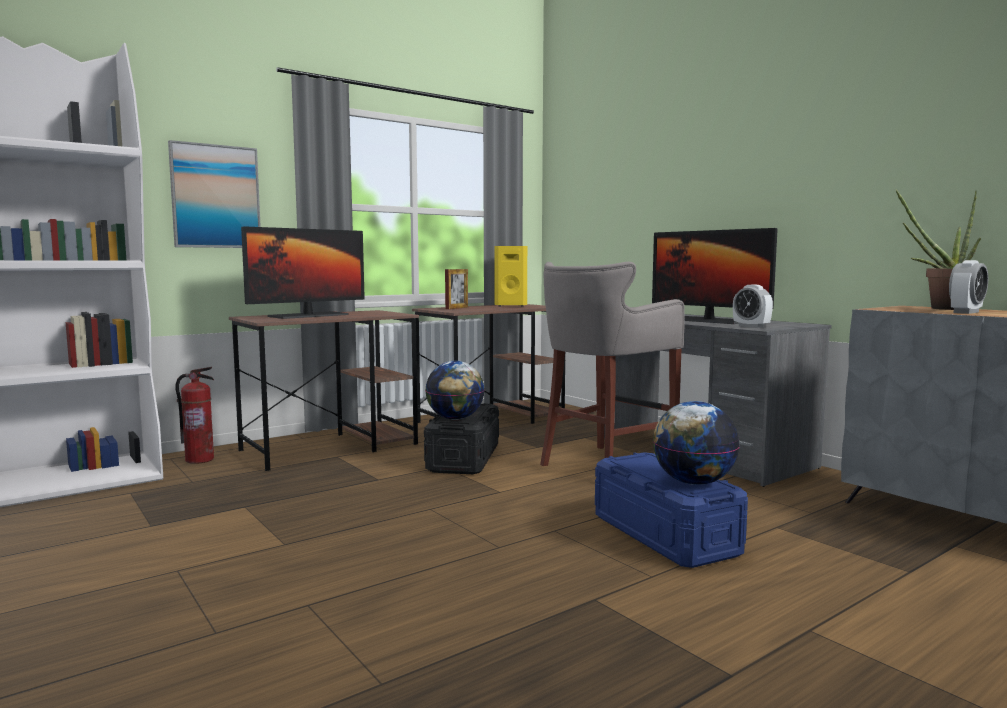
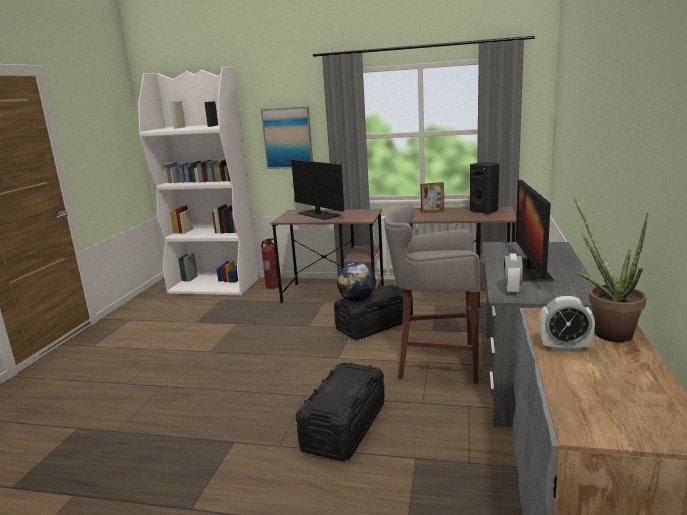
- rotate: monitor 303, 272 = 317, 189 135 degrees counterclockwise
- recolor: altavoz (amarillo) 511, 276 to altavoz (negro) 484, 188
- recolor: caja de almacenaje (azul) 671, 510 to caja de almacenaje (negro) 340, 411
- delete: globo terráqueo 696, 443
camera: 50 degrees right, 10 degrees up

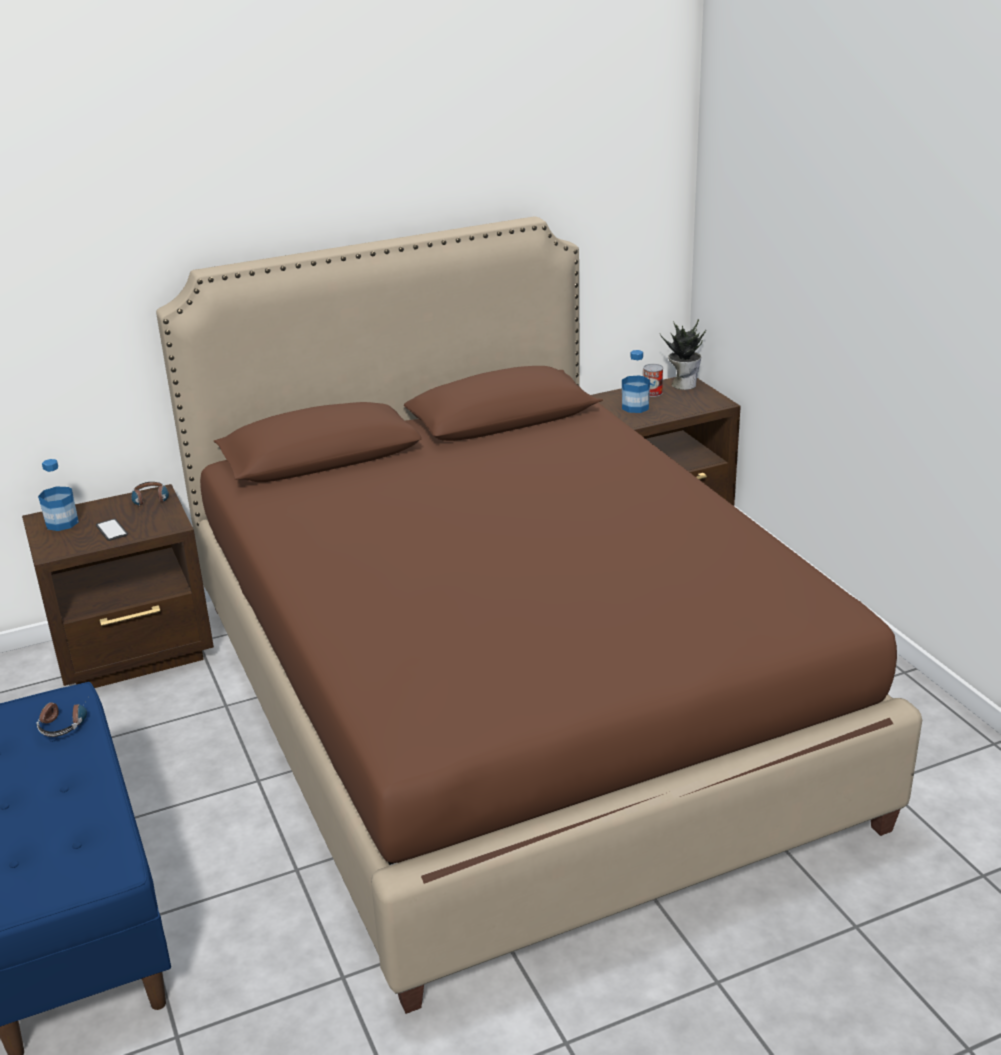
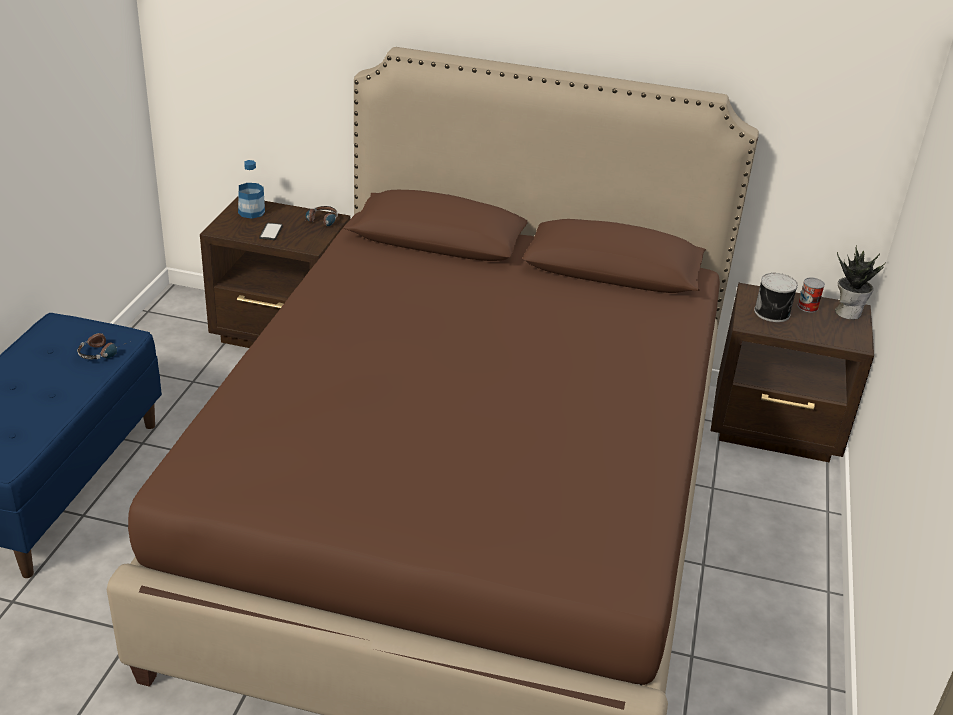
- replace: botella 636, 381 to lata 776, 297
camera: 35 degrees right, 5 degrees up

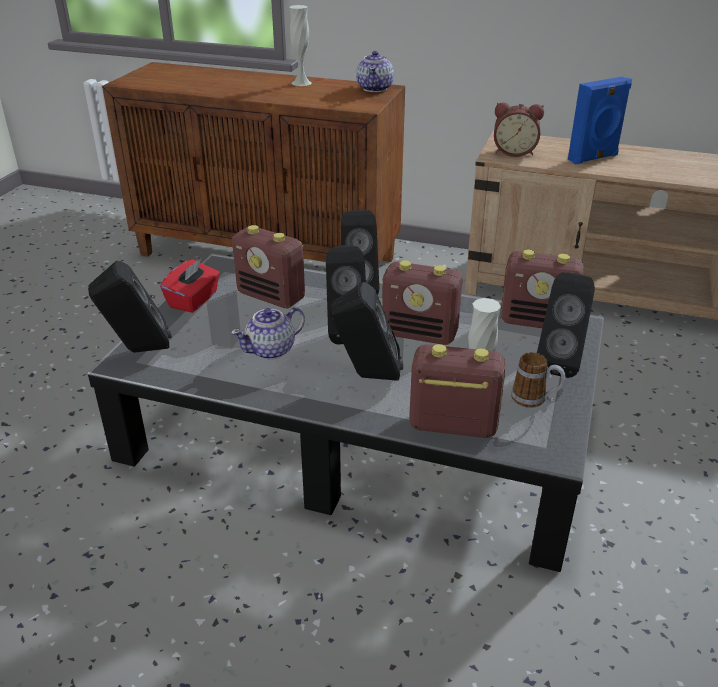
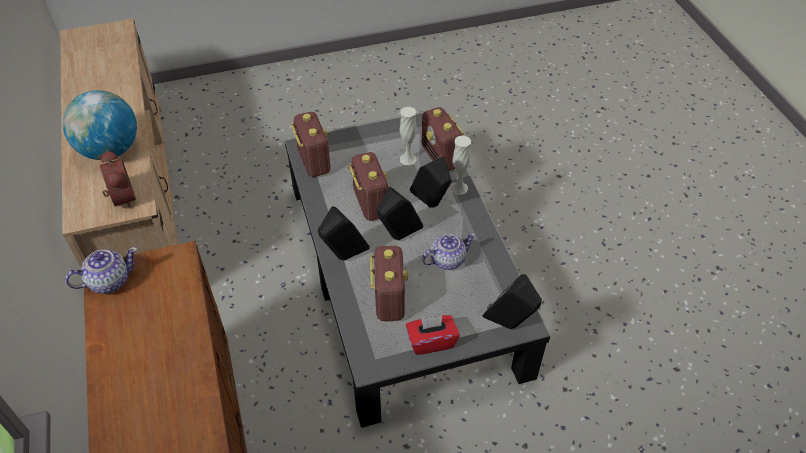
- rotate: tetera 268, 333 = 448, 251 45 degrees counterclockwise
- move: florero (blanco) 301, 45 to 460, 165
- delete: taza grande 538, 380
- delete: altavoz (negro) 566, 325
- replace: altavoz (azul) 600, 120 to globo terráqueo 100, 125
camera: 125 degrees left, 15 degrees up

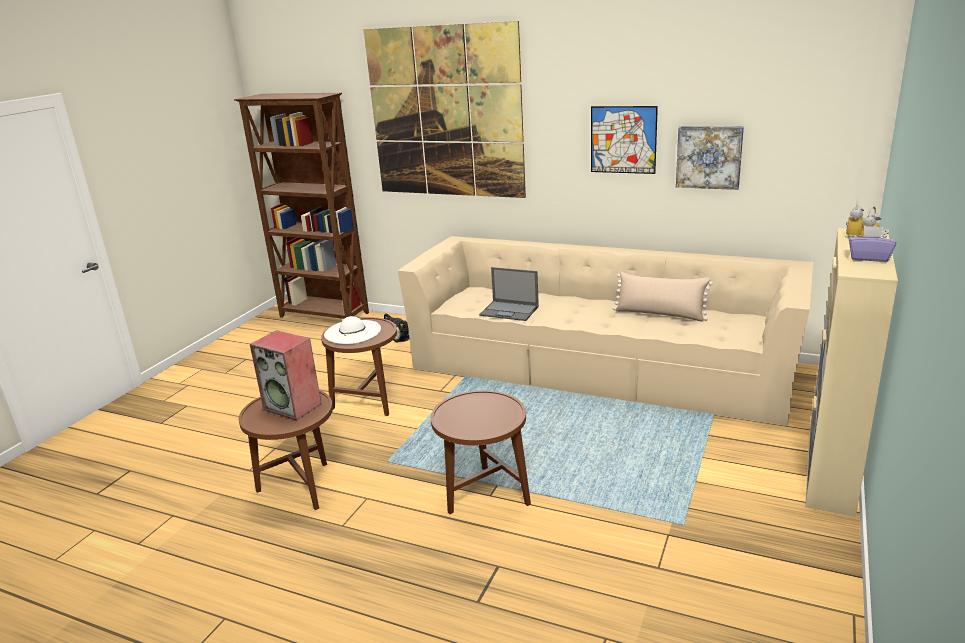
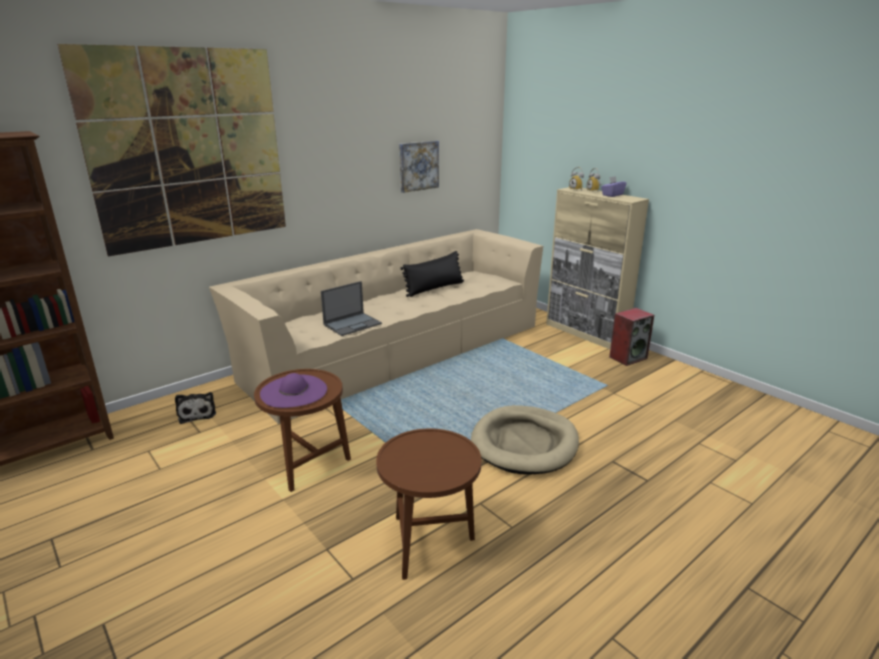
- move: altavoz 285, 375 to 631, 337
- recolor: sombrero (blanco) 352, 330 to sombrero (morado) 293, 390
- replace: mesa auxiliar (marrón) 481, 452 to cama para perro (beis) 525, 440
- delete: cuadro 624, 140
- recolor: cojín (beis) 663, 296 to cojín (negro) 432, 274
camera: 65 degrees left, 0 degrees up

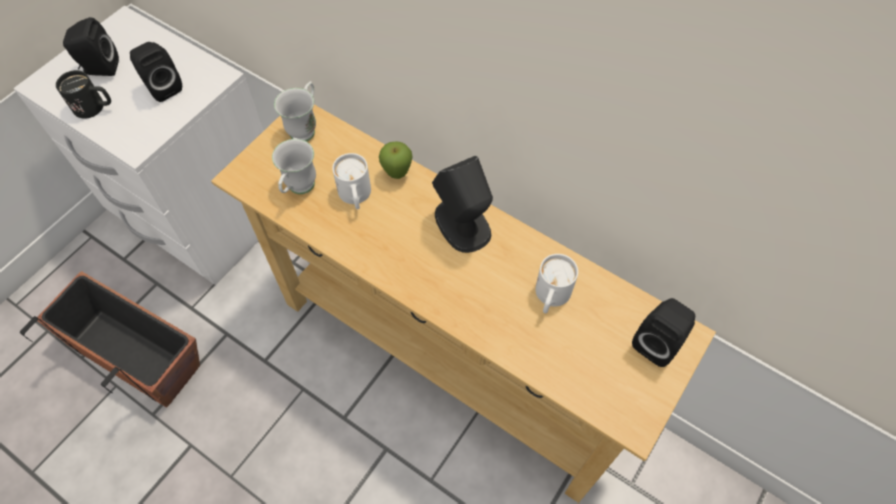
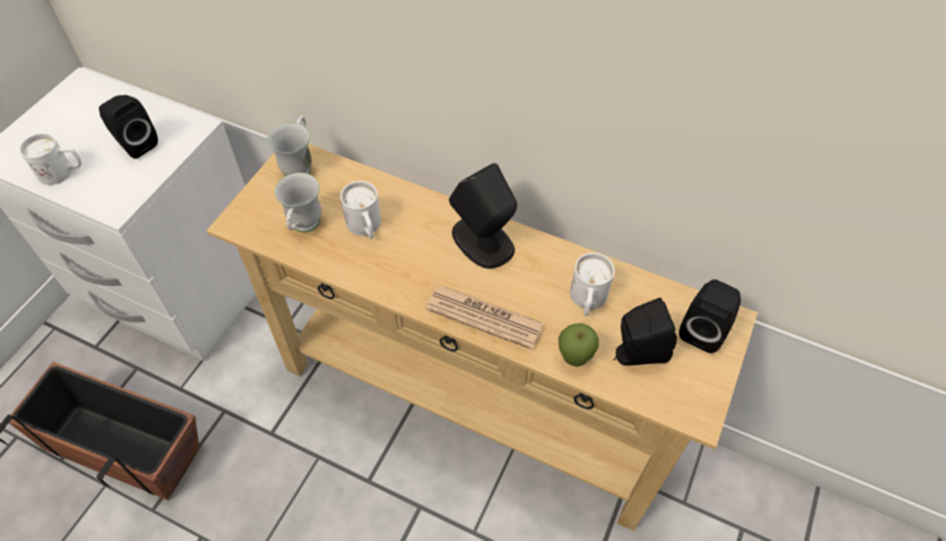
- recolor: taza grande (negro) 83, 94 to taza grande (blanco) 50, 159
- move: altavoz (negro) 91, 46 to 645, 331
- move: manzana 396, 160 to 578, 345
- insert: periódico 485, 317
camera: 10 degrees left, 5 degrees down

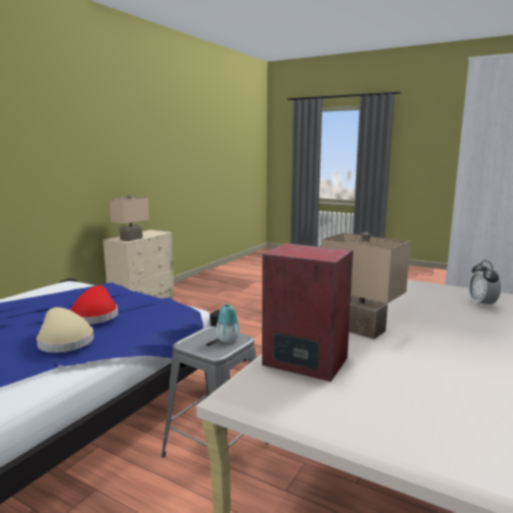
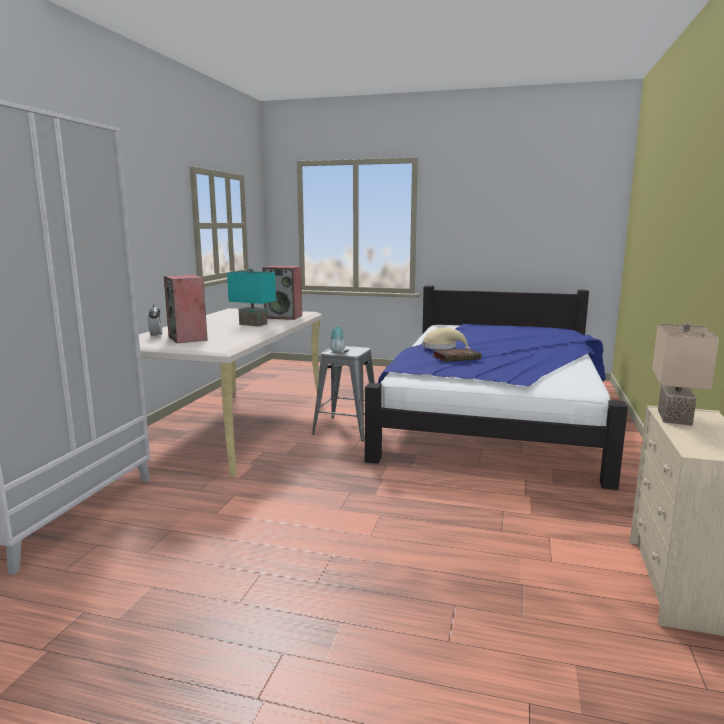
- replace: sombrero (rojo) 94, 305 to libro 456, 355
- recolor: lámpara de mesa (beis) 366, 286 to lámpara de mesa (turquesa) 251, 298
- insert: altavoz 186, 309
camera: 165 degrees right, 0 degrees up

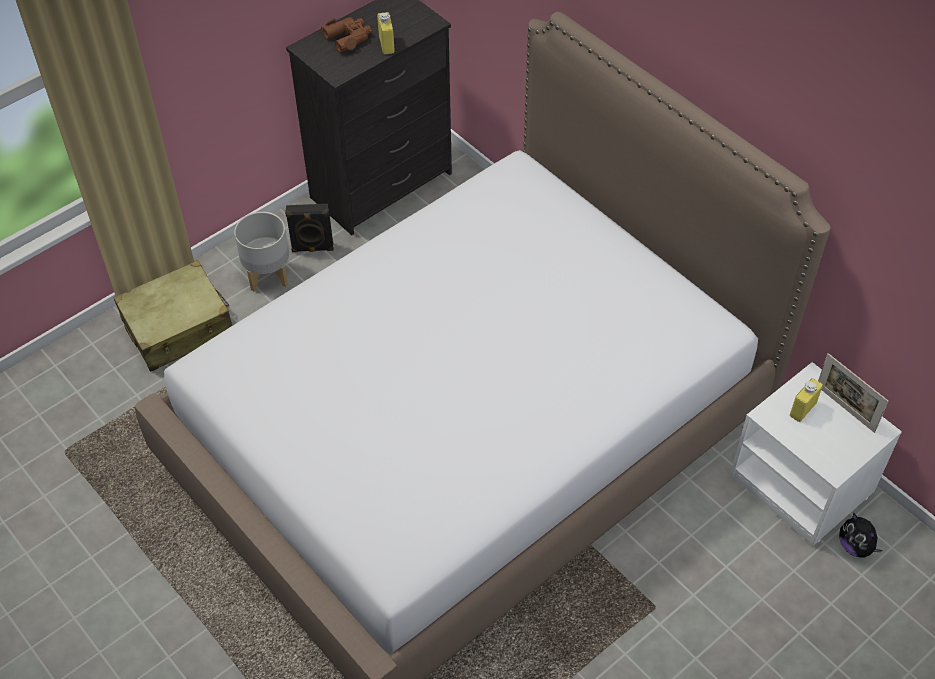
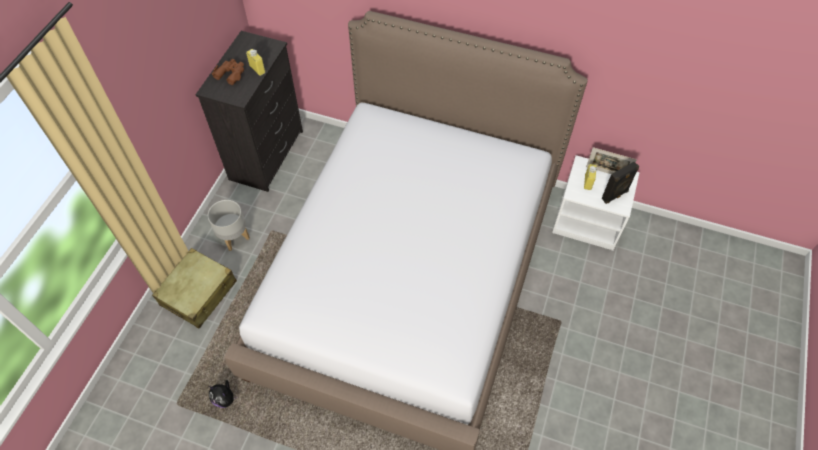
- move: altavoz (negro) 309, 228 to 620, 183
- move: peluche 861, 535 to 223, 394
camera: 30 degrees left, 5 degrees up

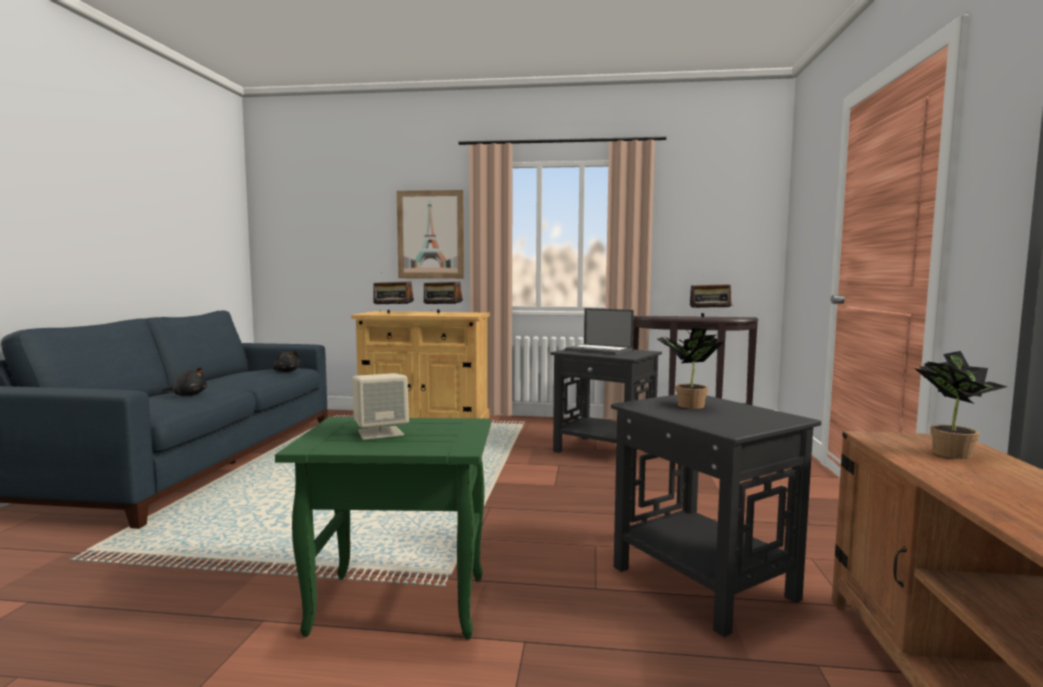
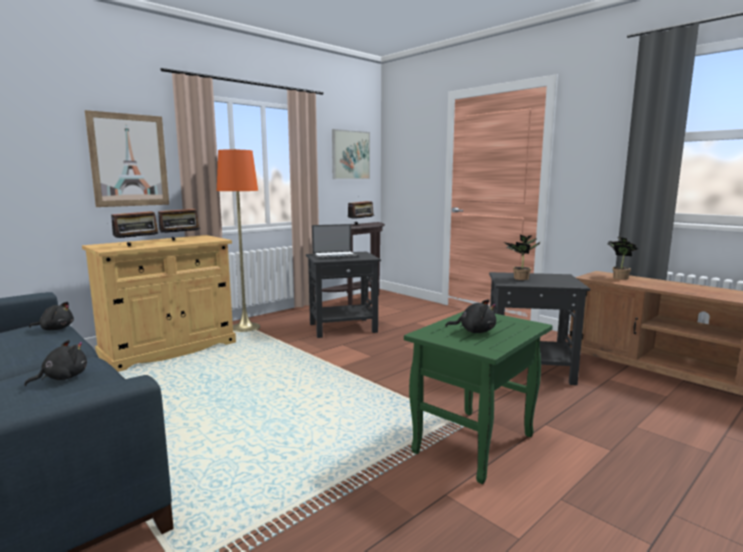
- replace: altavoz (beis) 380, 406 to peluche (negro) 470, 316
- insert: lámpara de pie (naranja) 238, 240
- insert: cuadro 351, 154
camera: 50 degrees left, 5 degrees up

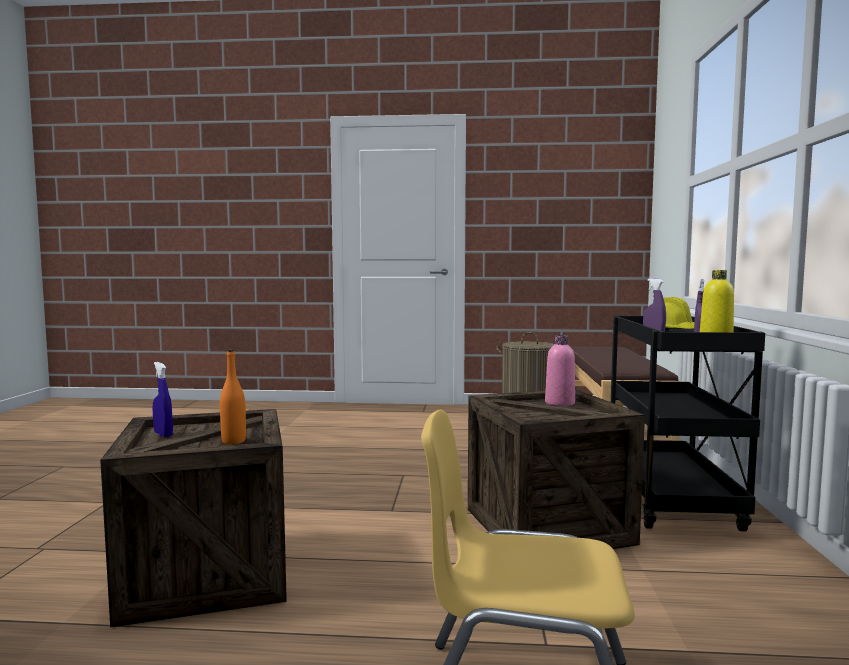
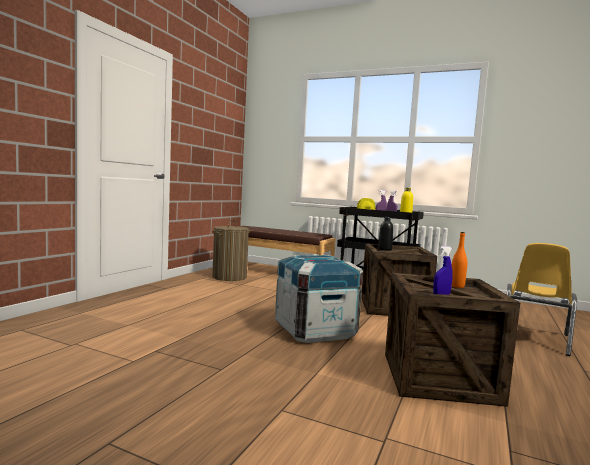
- recolor: botella (rosa) 560, 370 to botella (negro) 385, 234
- insert: caja de embalaje 319, 299
camera: 70 degrees left, 0 degrees up

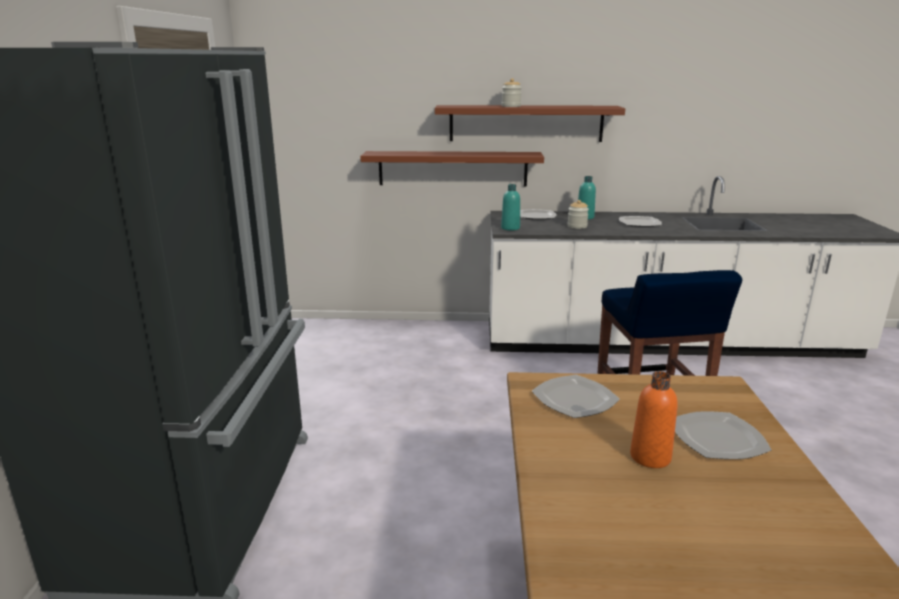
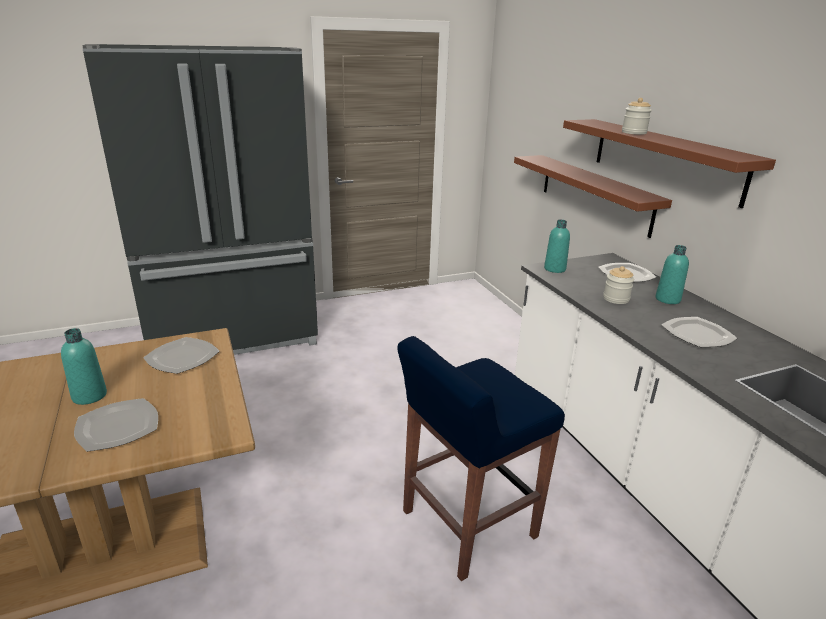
- recolor: botella (naranja) 654, 419 to botella (turquesa) 84, 366
camera: 65 degrees right, 5 degrees up

